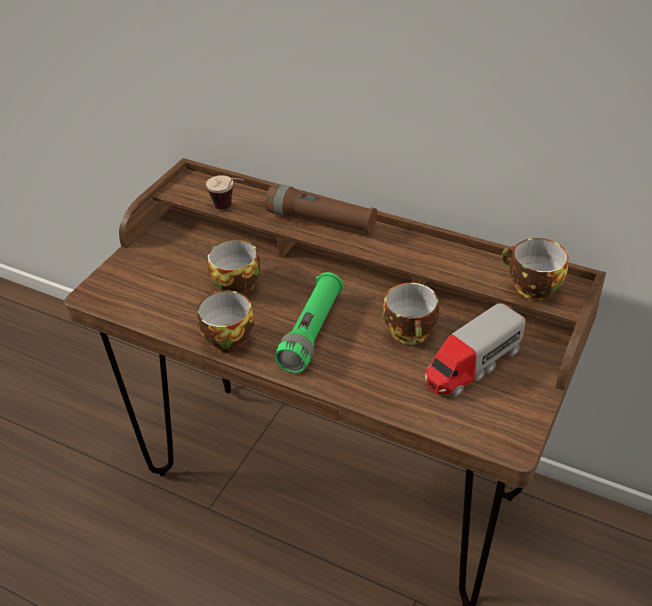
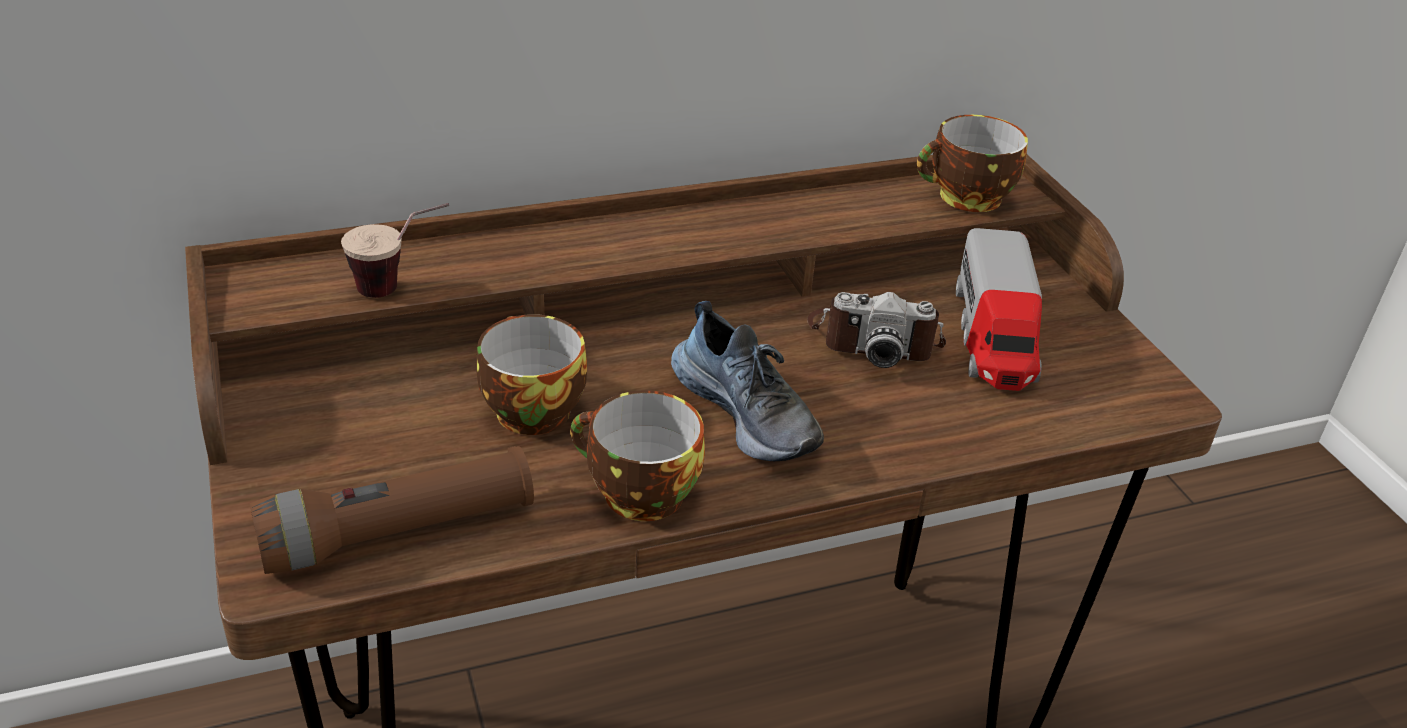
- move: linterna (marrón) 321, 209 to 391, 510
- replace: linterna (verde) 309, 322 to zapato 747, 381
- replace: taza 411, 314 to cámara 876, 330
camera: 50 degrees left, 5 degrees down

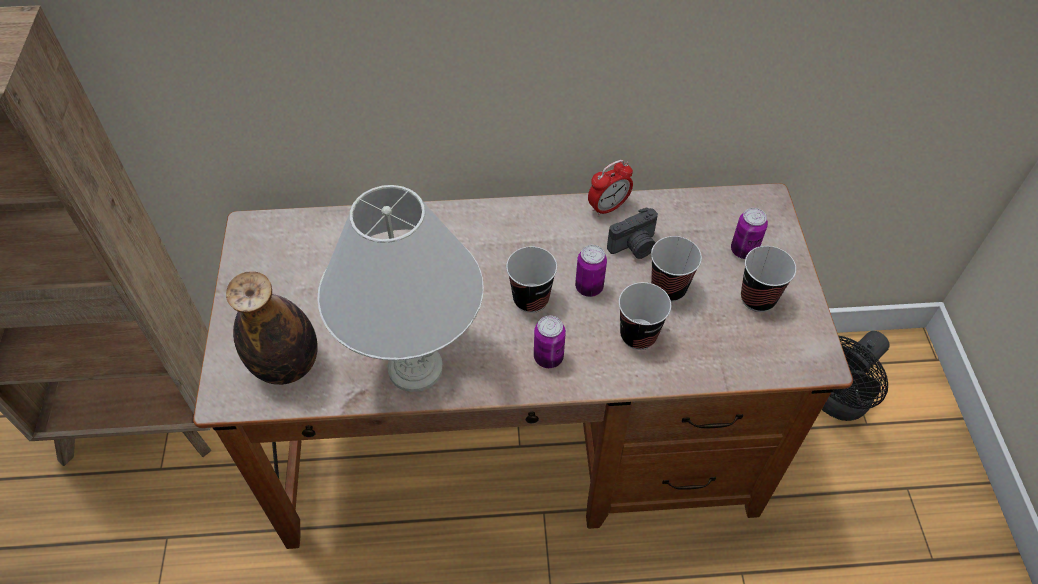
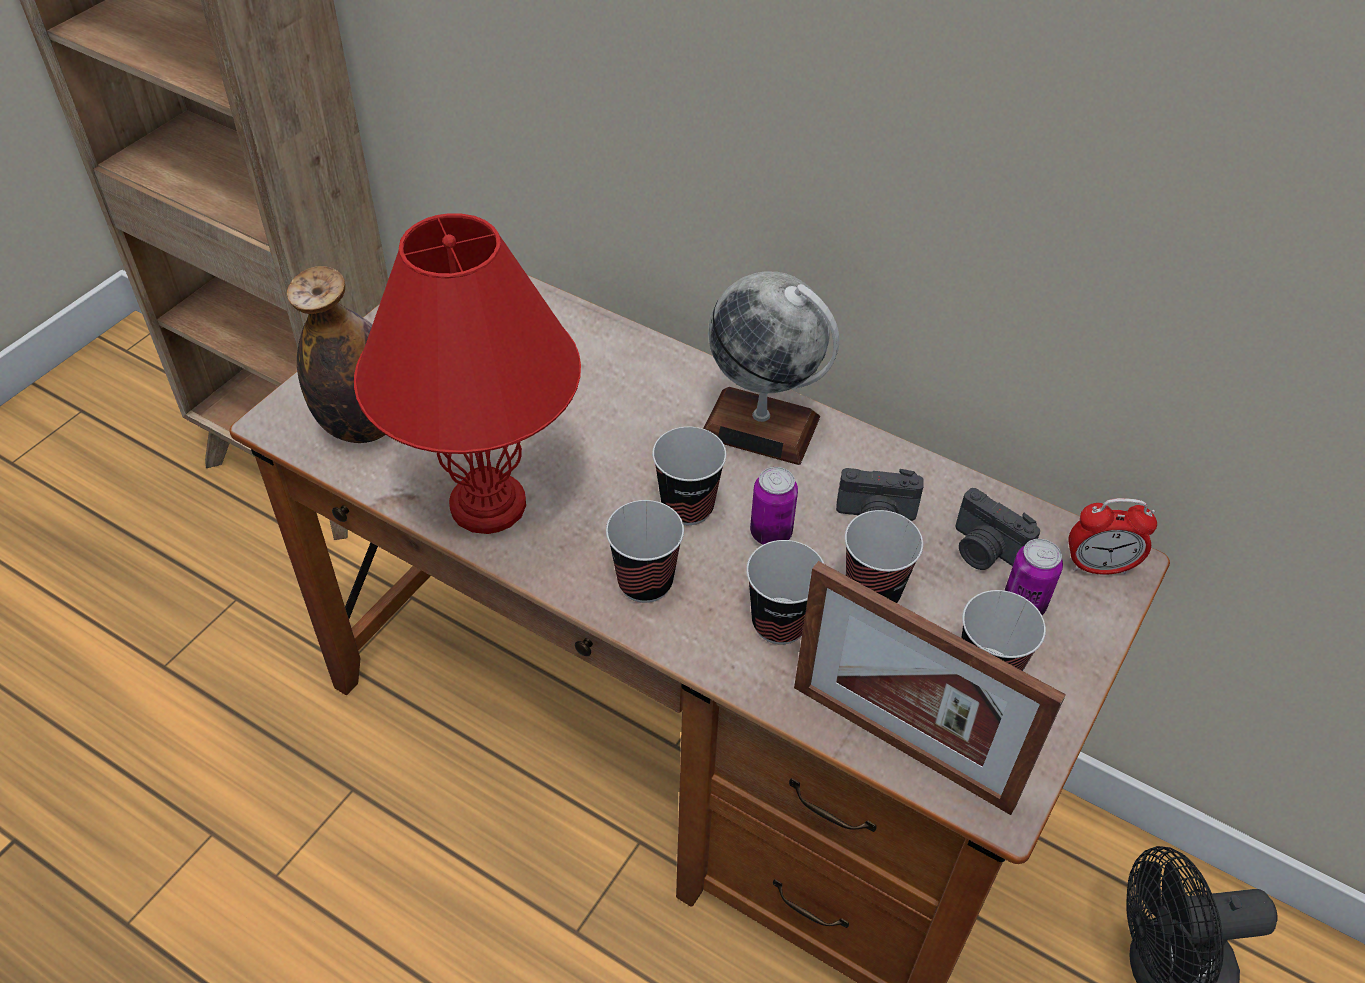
- recolor: lámpara de mesa (blanco) 400, 288 to lámpara de mesa (rojo) 467, 373
- replace: lata 550, 342 to taza 645, 551
- move: despertador 610, 188 to 1112, 536
- insert: globo terráqueo 771, 368
- insert: portarretratos 930, 688
- insert: cámara 997, 529
camera: 35 degrees right, 5 degrees down

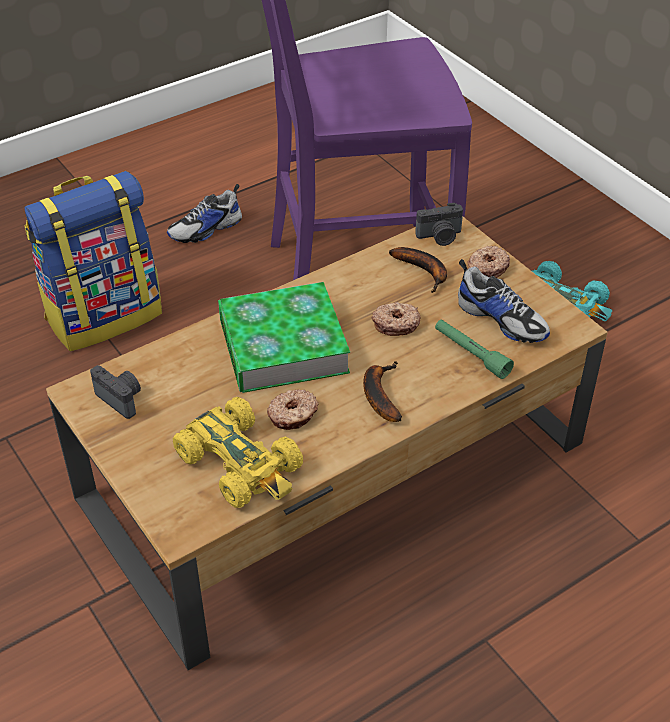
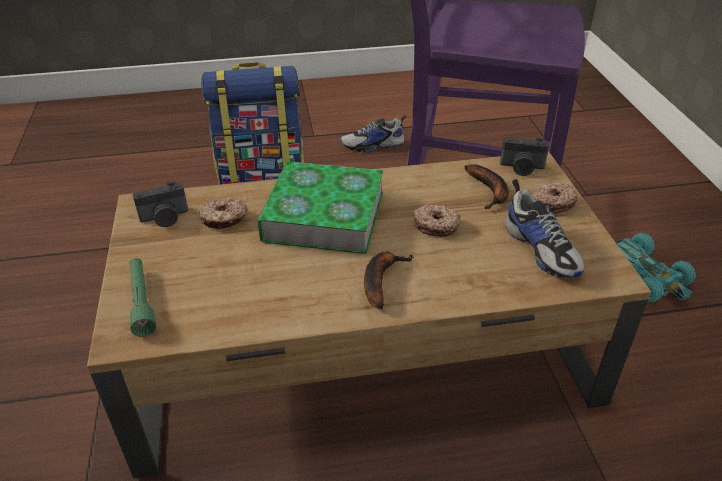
- rotate: cámara 115, 392 = 160, 204 90 degrees clockwise
- delete: coche de juguete (amarillo) 238, 452
- move: rosquilla 293, 409 to 223, 213
- move: linterna (verde) 474, 349 to 143, 297
camera: 25 degrees right, 5 degrees down

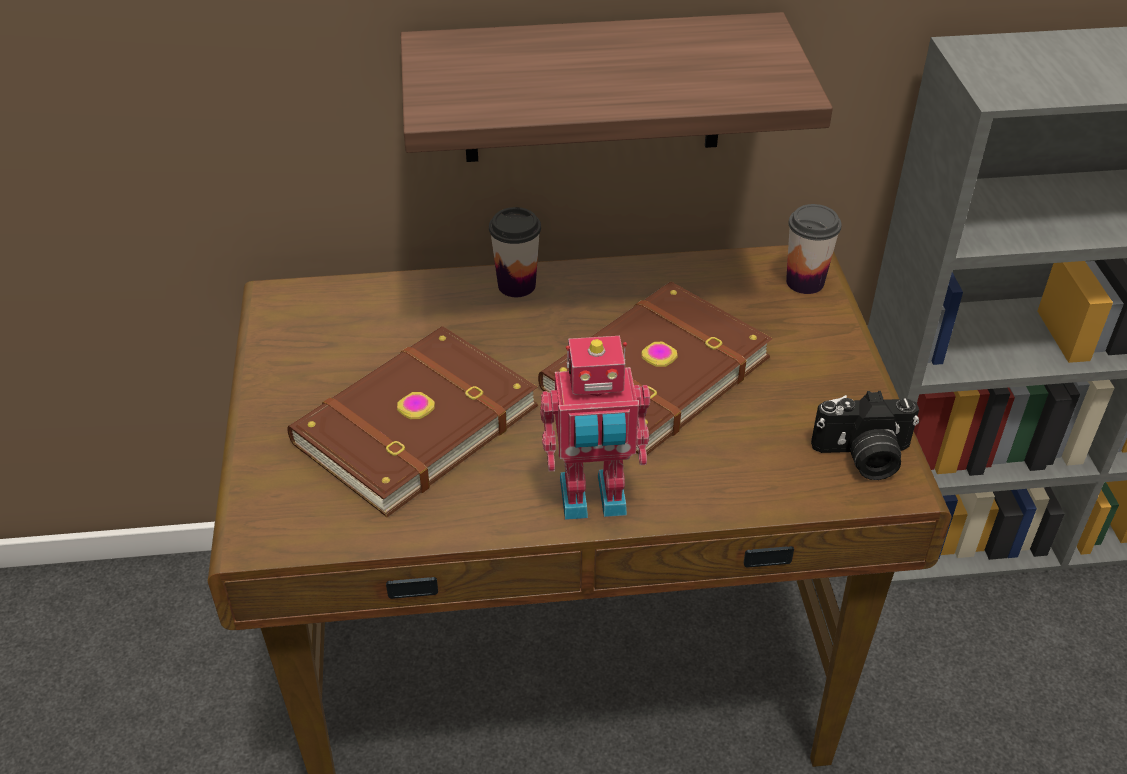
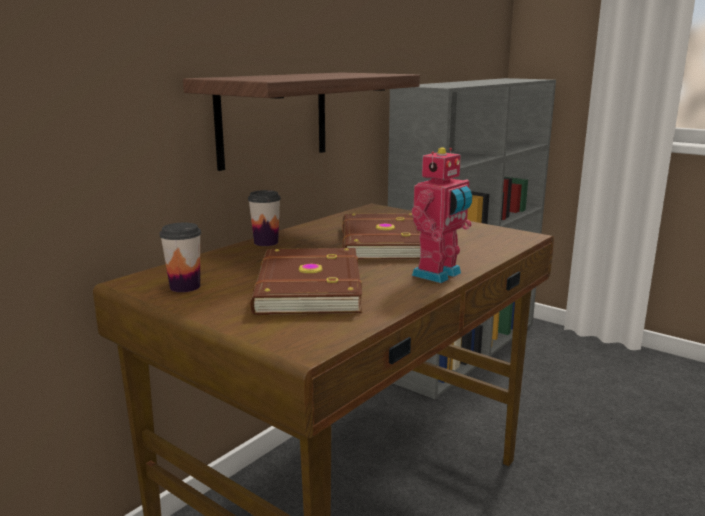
- move: taza 814, 249 to 180, 257
- delete: cámara 865, 435
camera: 45 degrees left, 25 degrees down

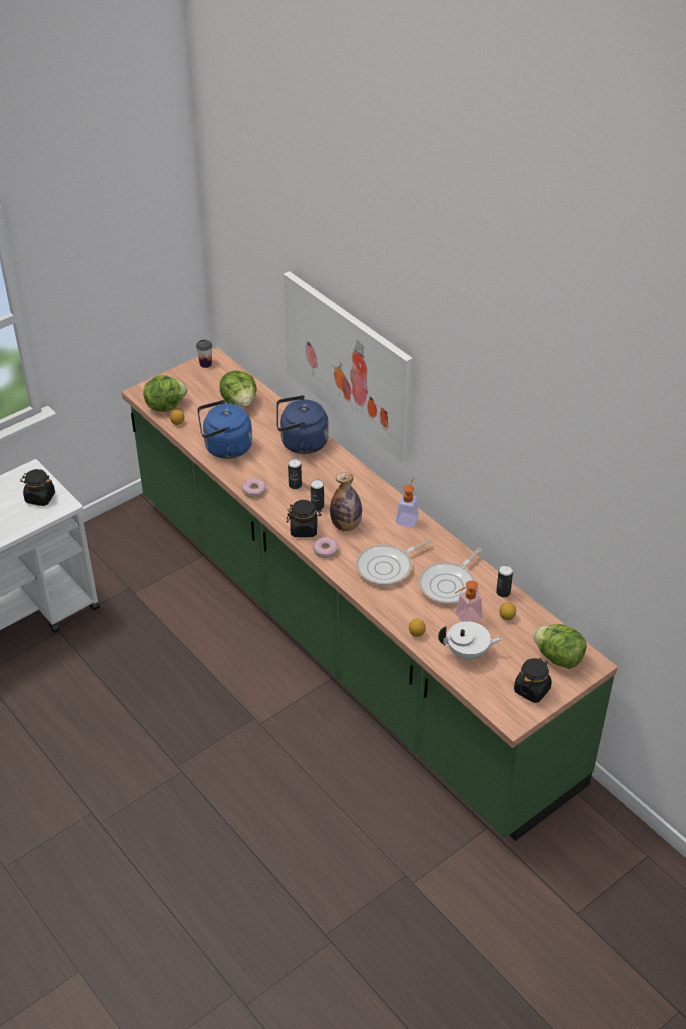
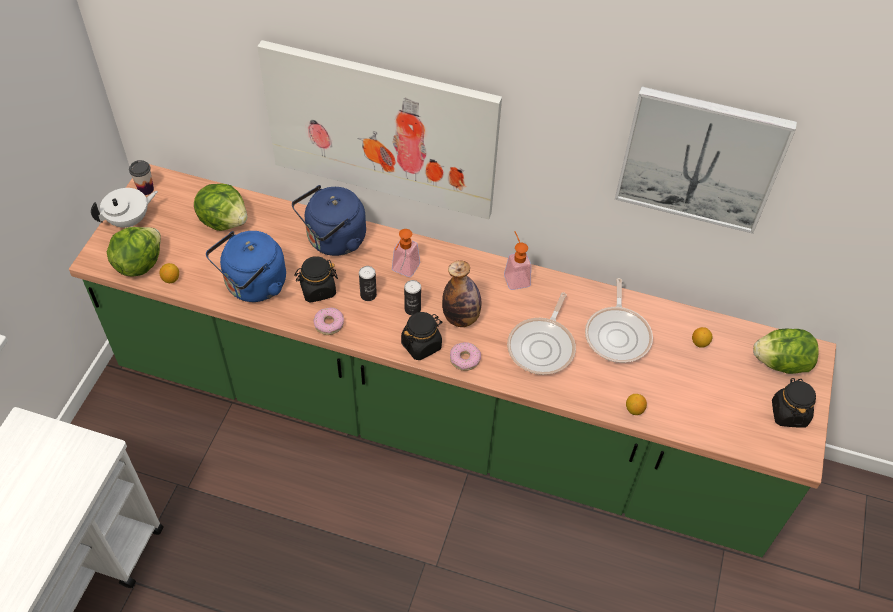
- move: tarro (negro) 37, 487 to 316, 279
- move: tetera (blanco) 470, 641 to 124, 208
- move: dispensador de jabón 468, 601 to 406, 253
- delete: lata 504, 581
- insert: cuadro 706, 160
camera: 35 degrees left, 10 degrees up

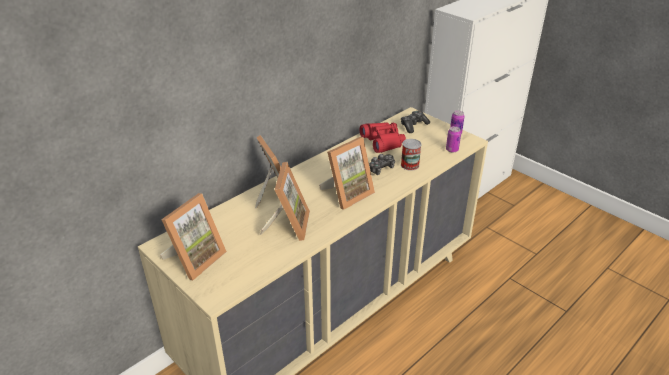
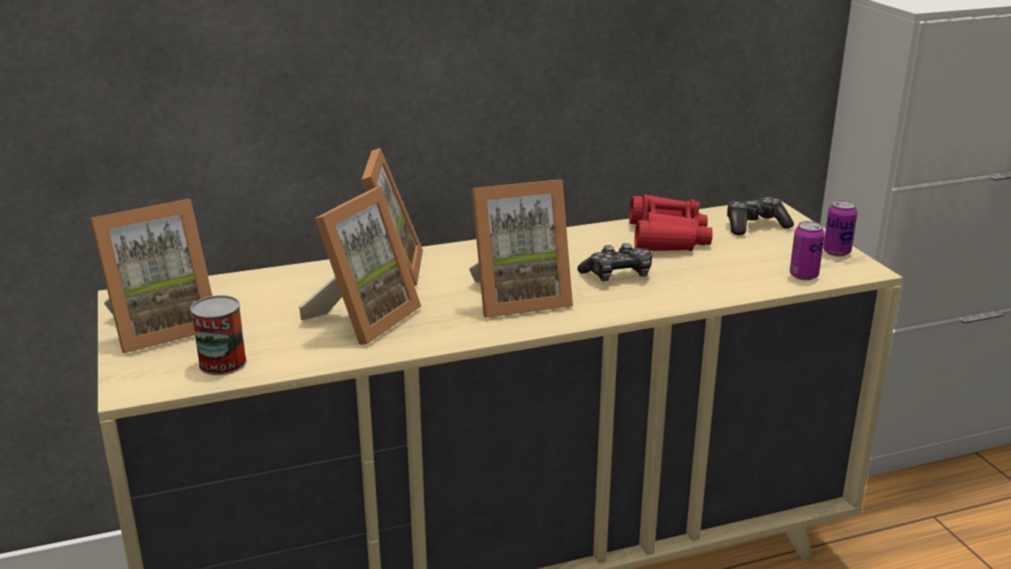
- move: lata 411, 155 to 219, 335
camera: 25 degrees right, 10 degrees down

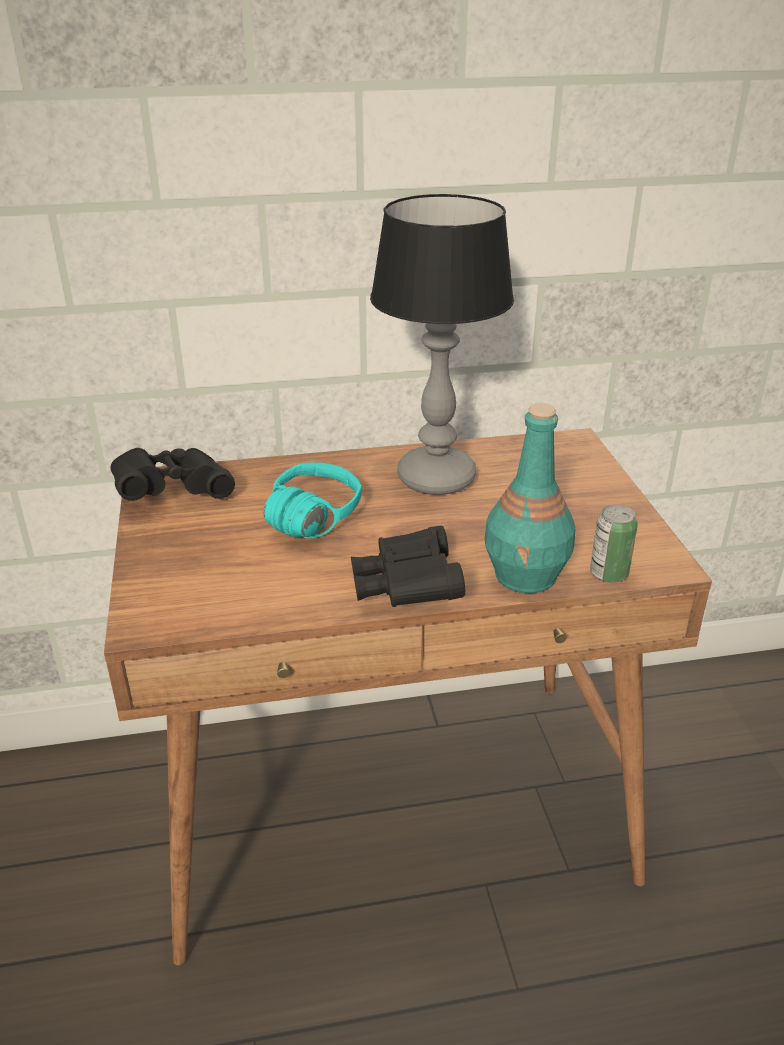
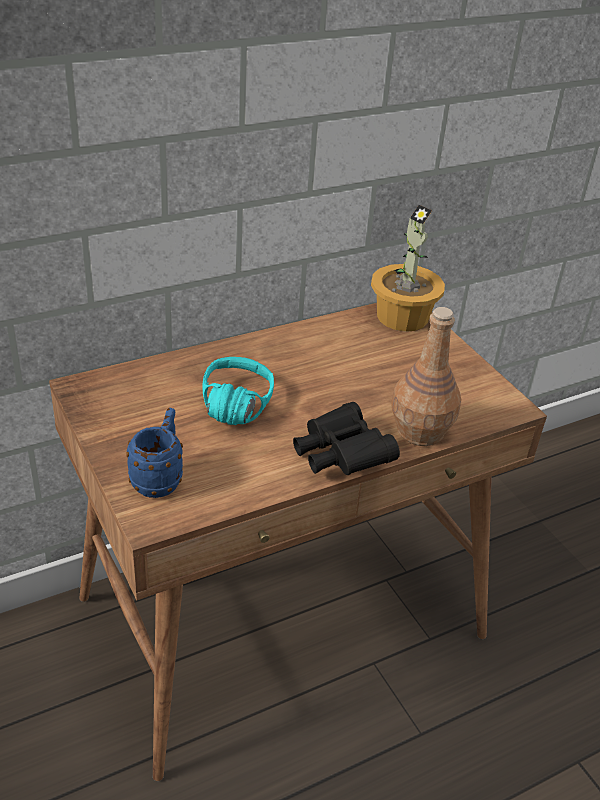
- delete: prismáticos (negro) 172, 474
- delete: lámpara de mesa 442, 344
- recolor: botella (turquesa) 530, 498 to botella (marrón) 426, 376
- delete: lata 614, 543
- insert: taza grande (azul) 154, 453
- insert: planta en maceta 408, 268
camera: 20 degrees left, 5 degrees up

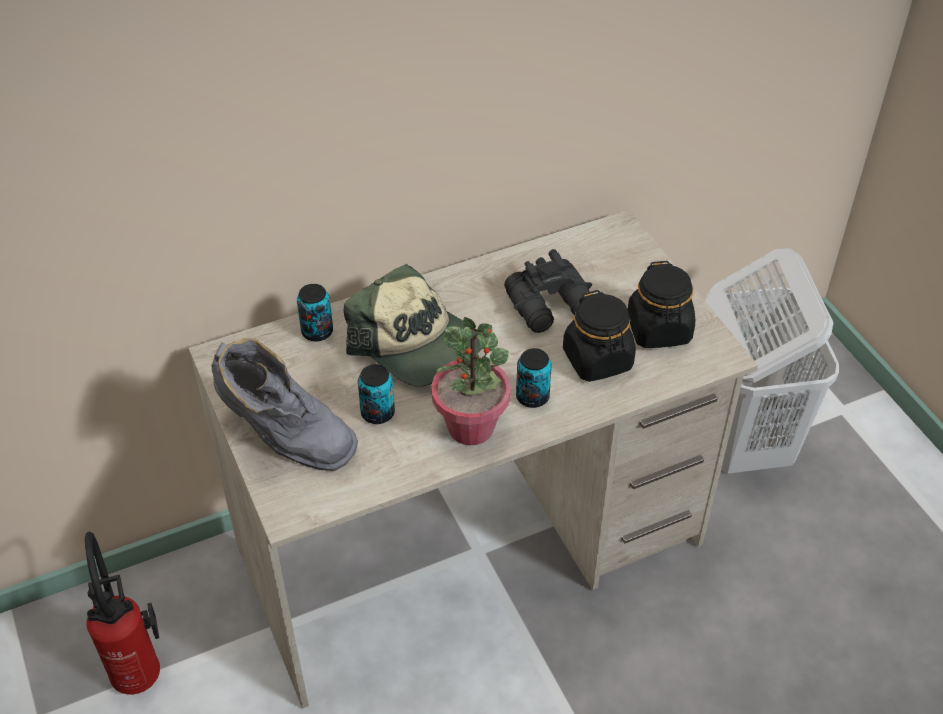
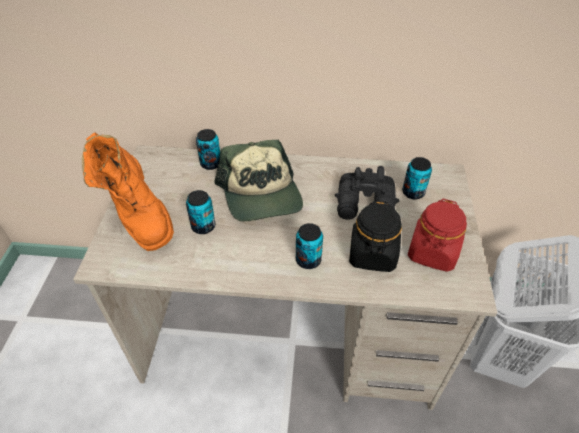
- delete: extintor 122, 613
- recolor: bota (gris) 284, 404 to bota (naranja) 128, 192
- delete: planta en maceta 471, 381
- recolor: tarro (negro) 661, 304 to tarro (rojo) 437, 235
- insert: lata 417, 178
camera: 30 degrees right, 0 degrees up

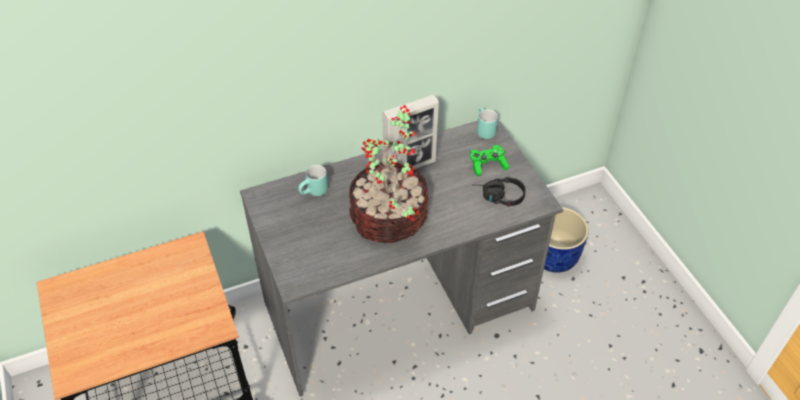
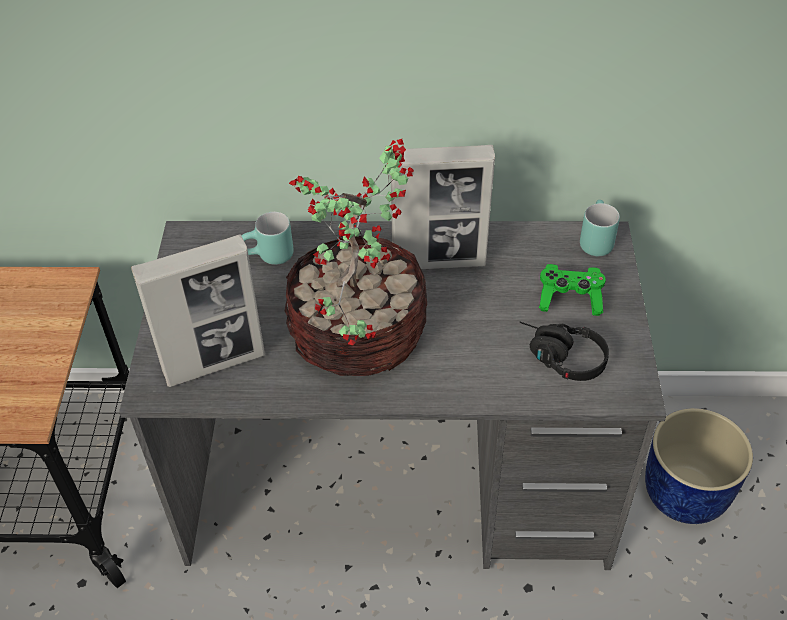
- insert: portarretratos 198, 311
camera: 25 degrees right, 0 degrees up

